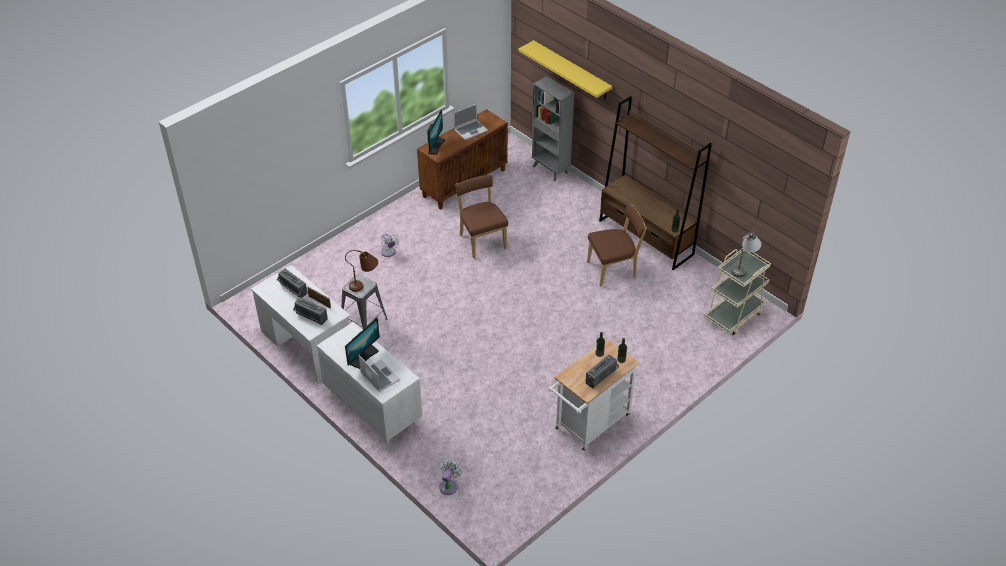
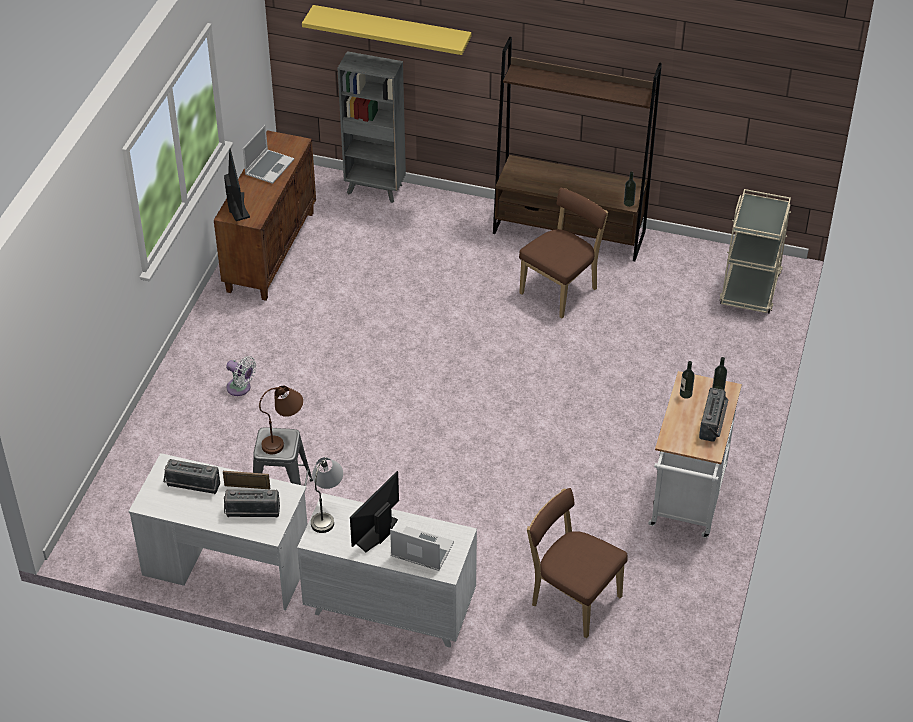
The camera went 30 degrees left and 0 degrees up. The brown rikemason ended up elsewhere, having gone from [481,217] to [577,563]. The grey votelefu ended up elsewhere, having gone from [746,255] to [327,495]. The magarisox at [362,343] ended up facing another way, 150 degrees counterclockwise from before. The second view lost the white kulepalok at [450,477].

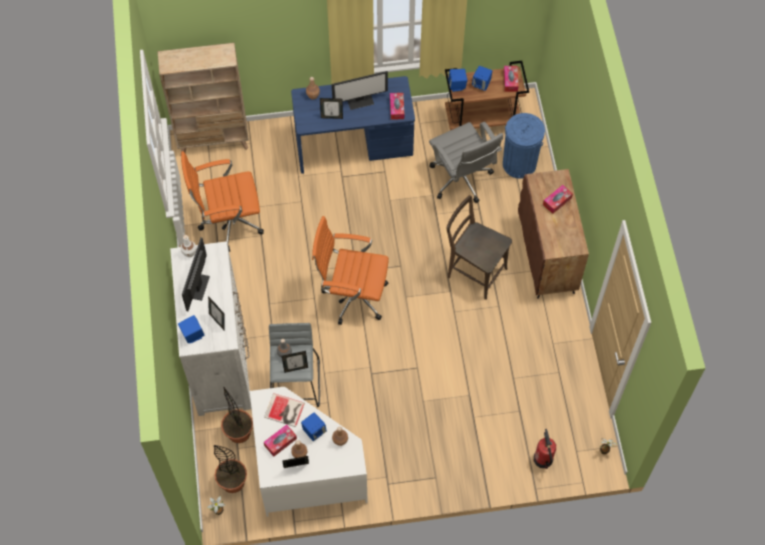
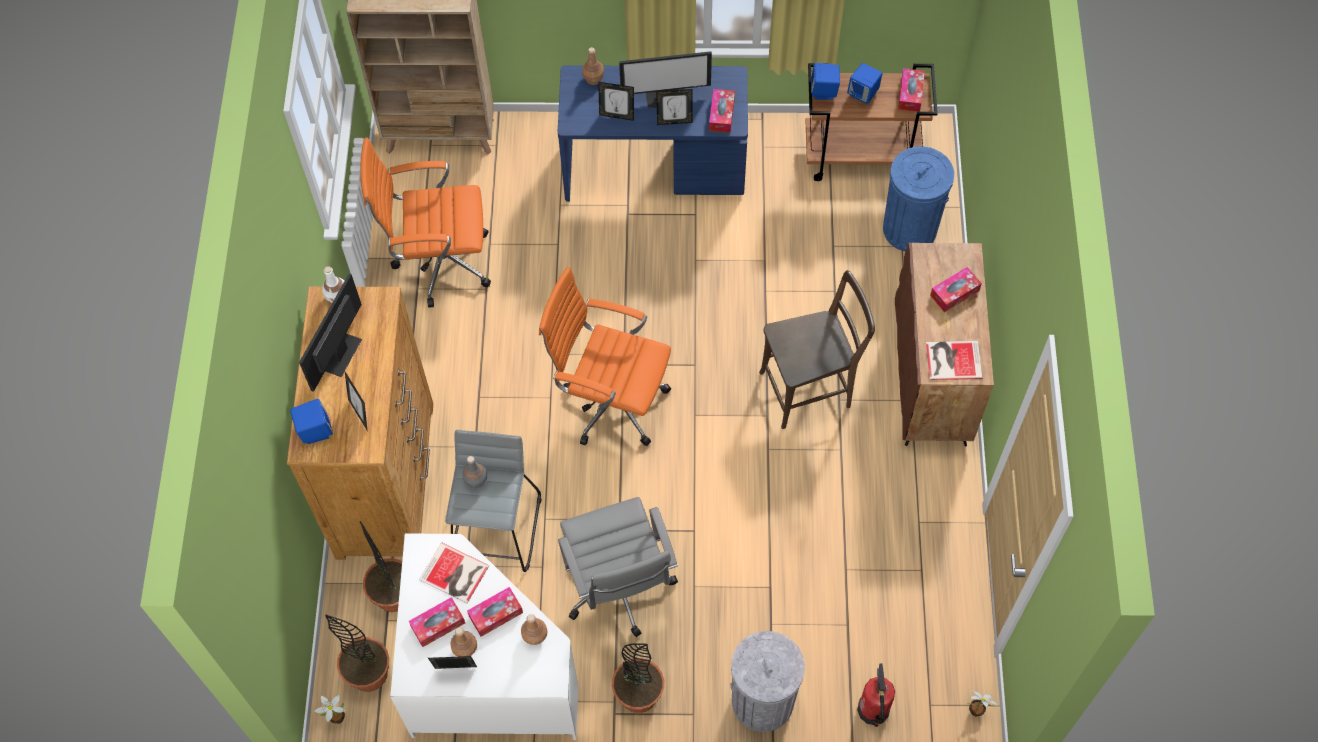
The camera went 10 degrees right and 0 degrees up. The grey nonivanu ended up elsewhere, having gone from [466,162] to [618,567]. The brown rikemason at [479,247] ended up facing another way, 120 degrees clockwise from before. What was the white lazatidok at [211,328] turned into the brown lazatidok at [360,423]. The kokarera ended up elsewhere, having gone from [295,362] to [674,107]. Where the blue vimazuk stood at [314,427], the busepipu came to stand at [495,612]. The second view gained the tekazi at [954,360]. The second view gained the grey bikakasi at [767,681]. The second view gained the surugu at [638,678].

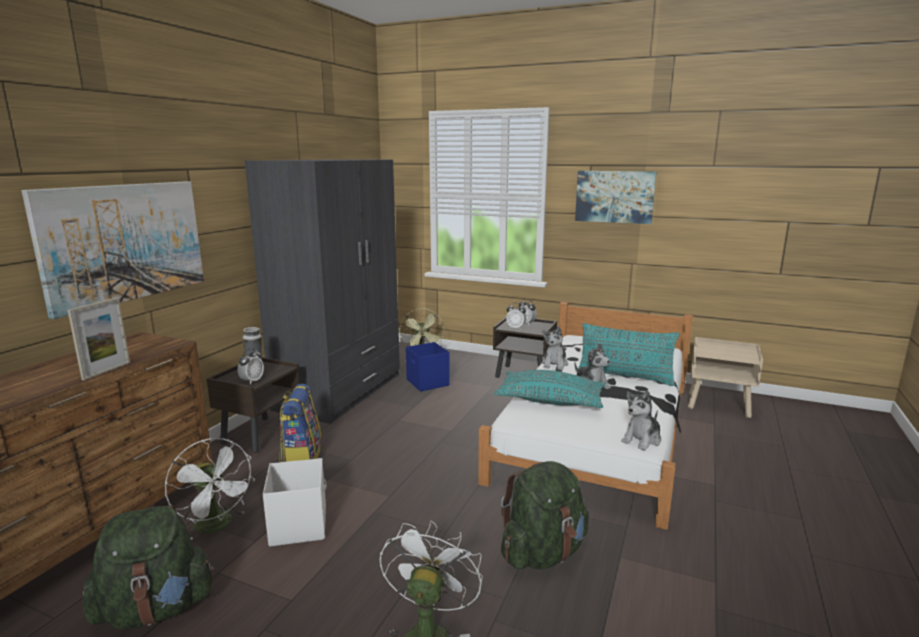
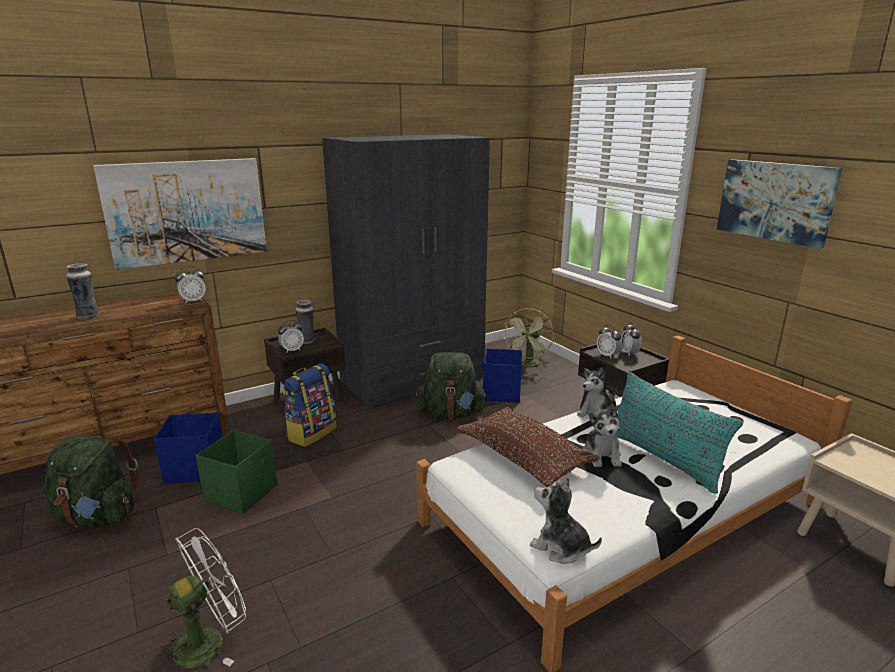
The camera went 35 degrees right and 5 degrees up. The second view lost the kokarera at [99,339]. What was the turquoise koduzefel at [550,389] turned into the brown koduzefel at [528,447]. The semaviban at [641,420] ended up facing another way, 45 degrees clockwise from before. Where the white kulepalok stood at [210,489], the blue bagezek came to stand at [188,448]. What was the white bagezek at [294,502] turned into the green bagezek at [236,472]. The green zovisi ended up elsewhere, having gone from [545,515] to [451,385]. The second view gained the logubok at [82,291]. The second view gained the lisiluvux at [190,284].

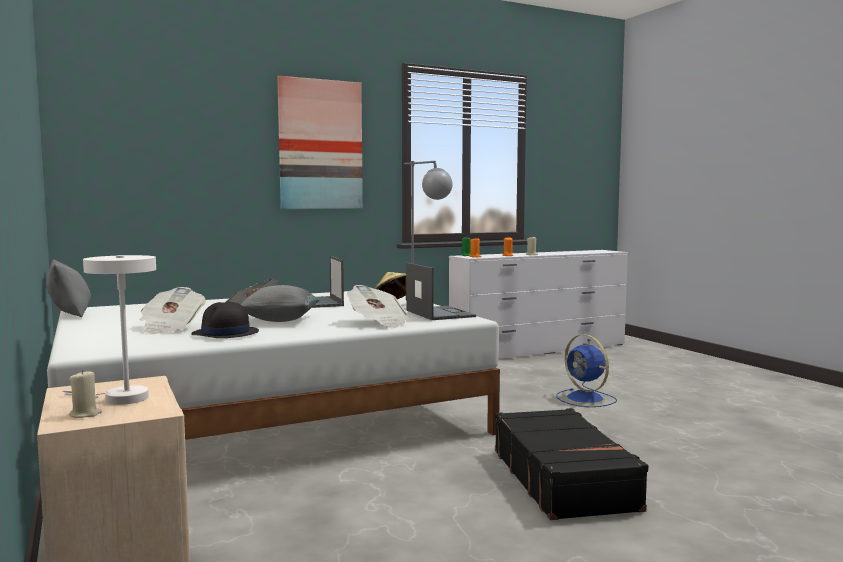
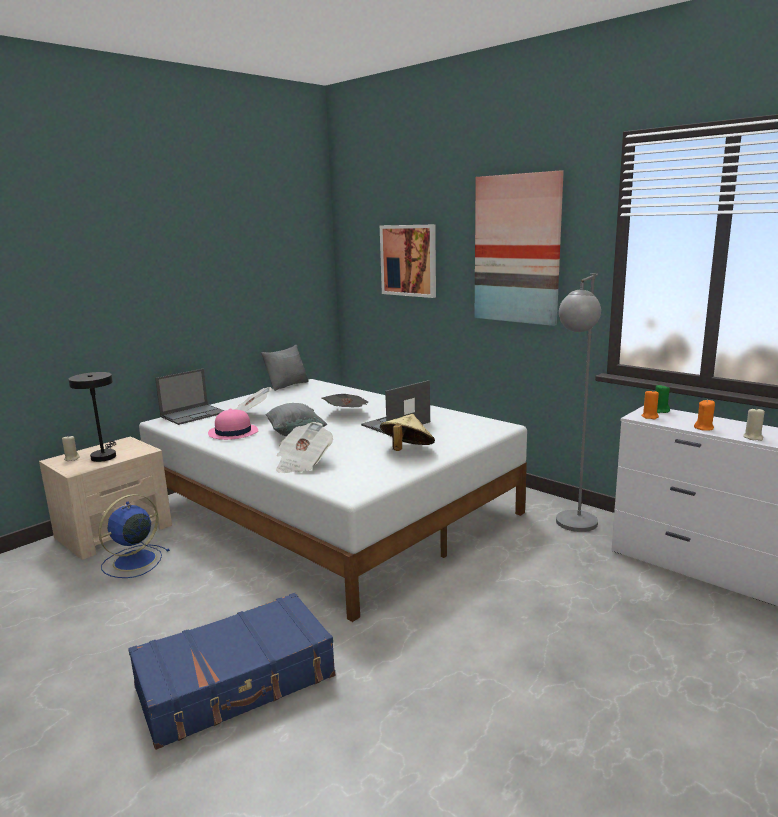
The camera went 70 degrees right and 10 degrees up. What was the white votelefu at [109,330] turned into the black votelefu at [92,417]. The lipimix ended up elsewhere, having gone from [441,291] to [189,397]. What was the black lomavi at [225,320] turned into the pink lomavi at [233,424]. The blue kulepalok ended up elsewhere, having gone from [586,370] to [134,536]. What was the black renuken at [572,464] turned into the blue renuken at [231,671]. The second view gained the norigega at [408,261].

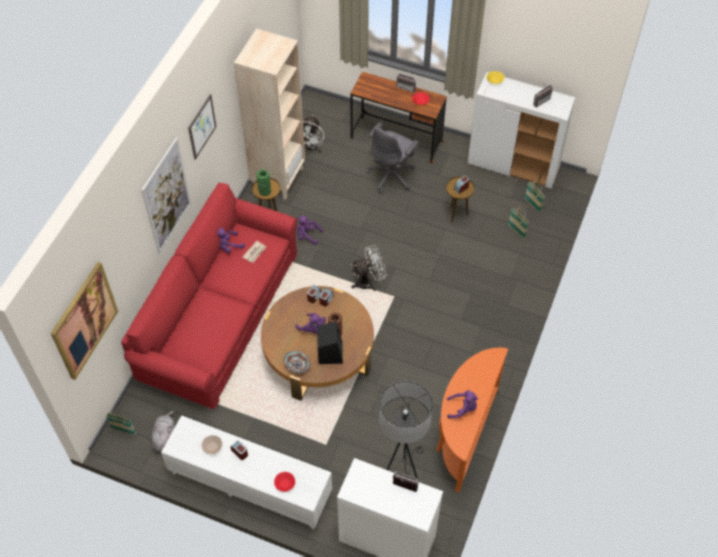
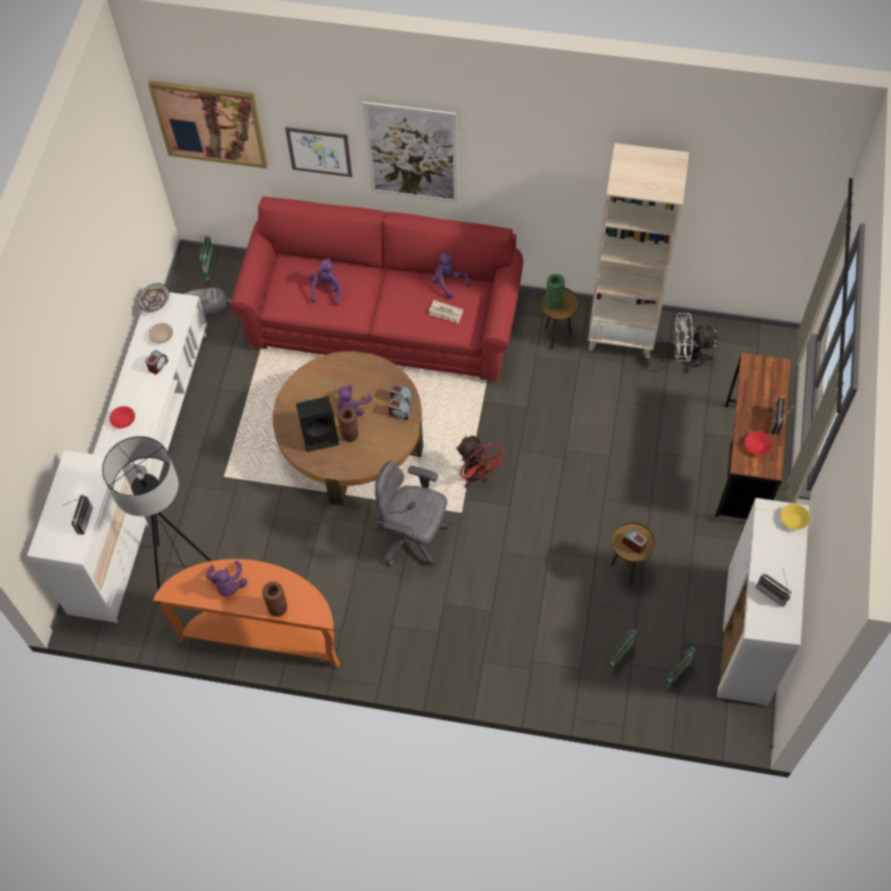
The camera went 80 degrees right and 5 degrees up. The norigega ended up elsewhere, having gone from [202,127] to [318,152]. The grey nonivanu ended up elsewhere, having gone from [393,157] to [411,513]. The purple semaviban ended up elsewhere, having gone from [310,230] to [325,281]. What was the white kulepalok at [369,268] turned into the red kulepalok at [481,462]. The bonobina ended up elsewhere, having gone from [297,362] to [153,297]. The second view gained the brown logubok at [274,599].

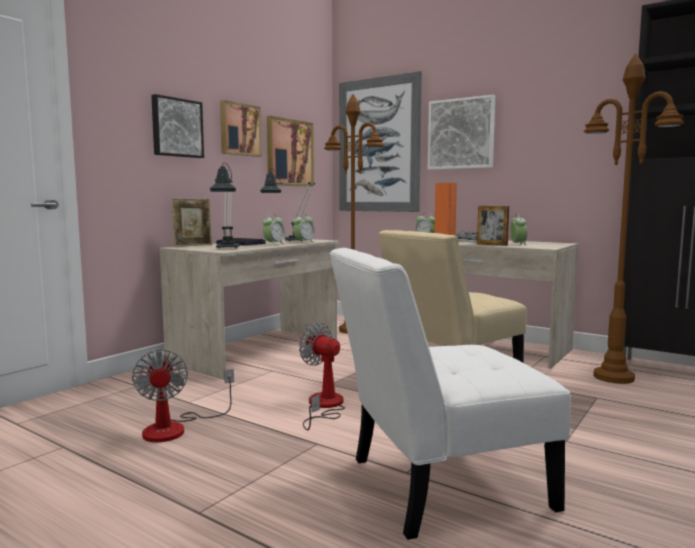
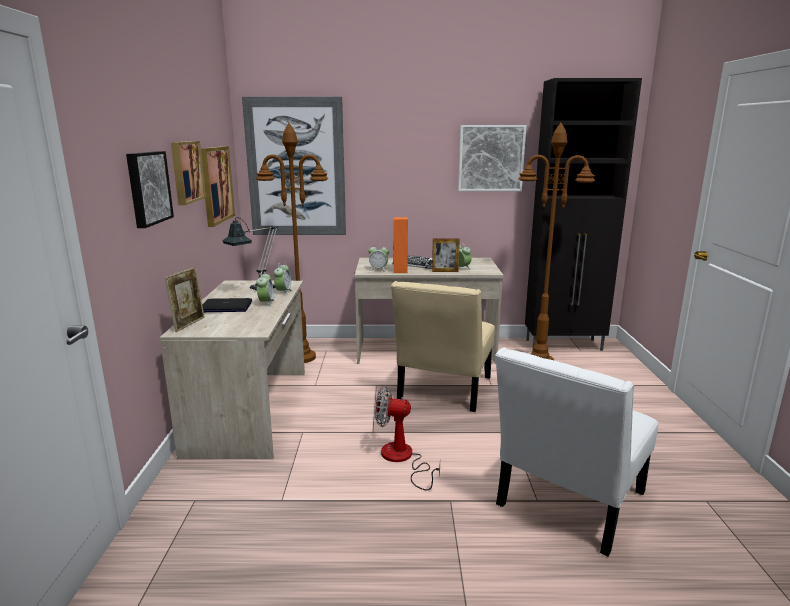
The camera went 35 degrees left and 10 degrees up. The norigega ended up elsewhere, having gone from [461,132] to [492,158]. The second view lost the votelefu at [225,205]. The second view lost the kulepalok at [183,396].

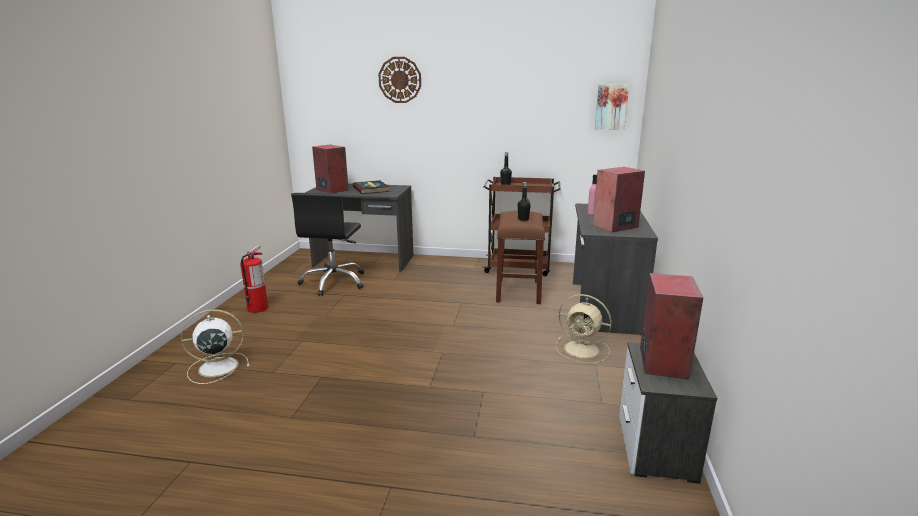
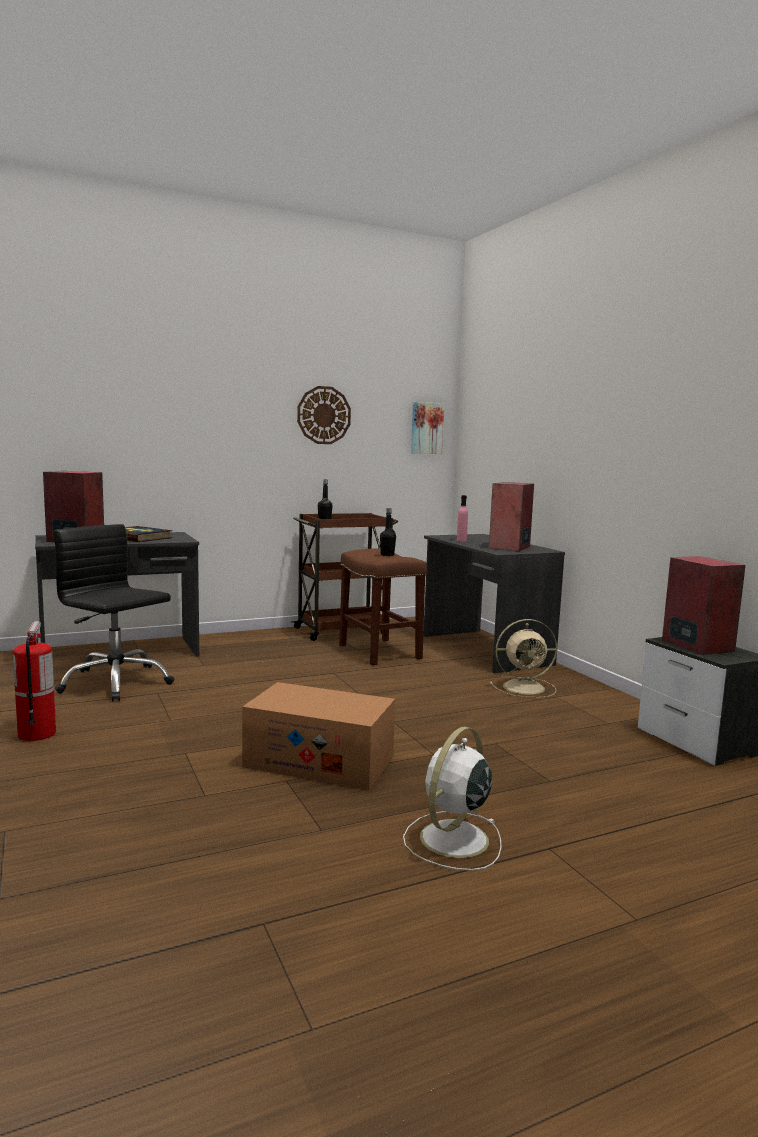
The camera went 35 degrees left and 10 degrees down. The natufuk ended up elsewhere, having gone from [399,80] to [324,415]. The black nonivanu at [327,244] ended up facing another way, 150 degrees clockwise from before. The white kulepalok ended up elsewhere, having gone from [215,346] to [452,799]. The second view gained the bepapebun at [318,736].

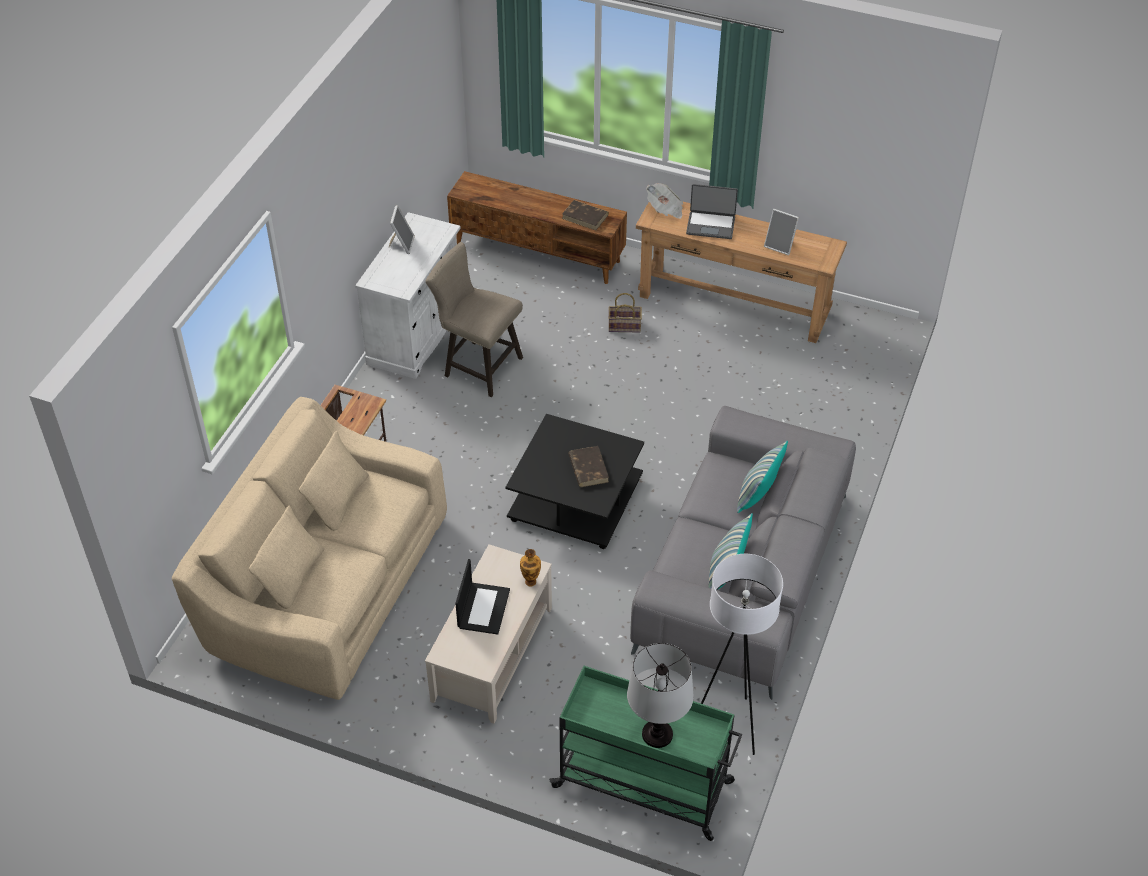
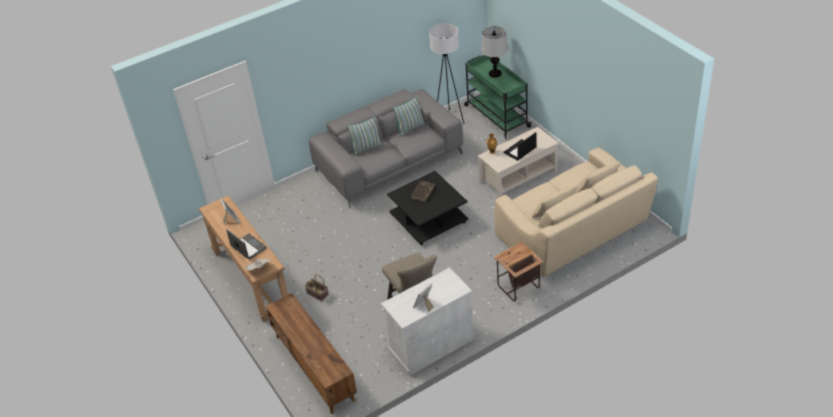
The camera went 140 degrees left and 5 degrees down. The second view lost the brown tekazi at [585,215].

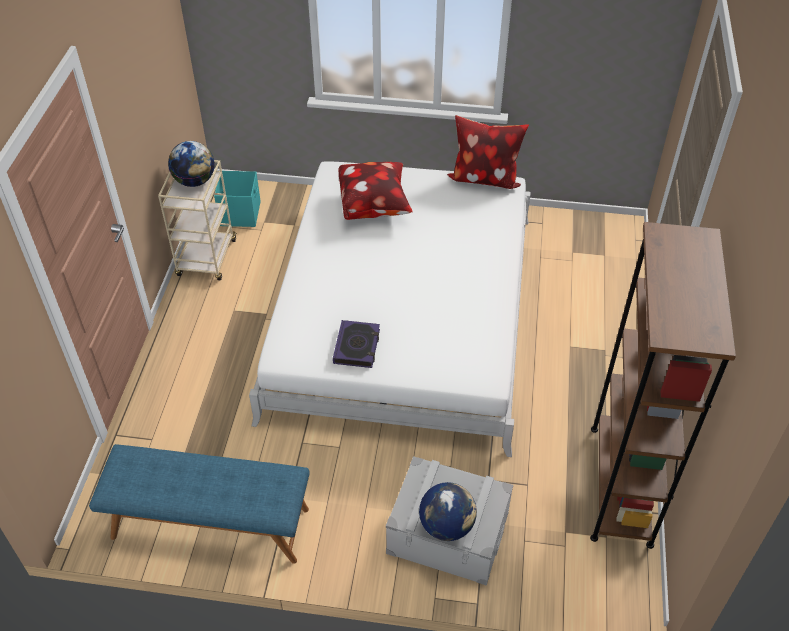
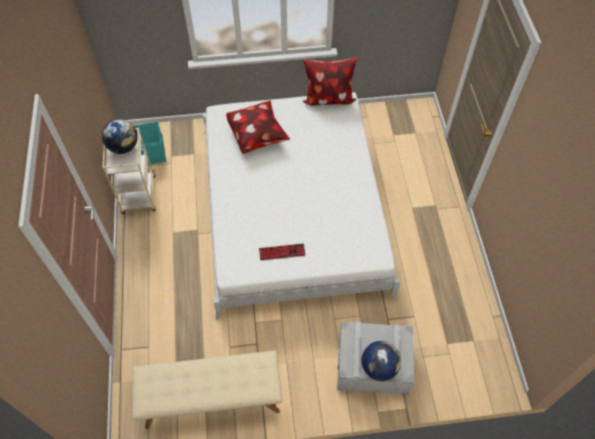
The camera went 15 degrees left and 10 degrees up. The second view lost the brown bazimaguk at [663,385]. Where the tekazi stood at [356,344], the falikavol came to stand at [282,251]. What was the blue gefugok at [199,504] turned into the beige gefugok at [207,390].

